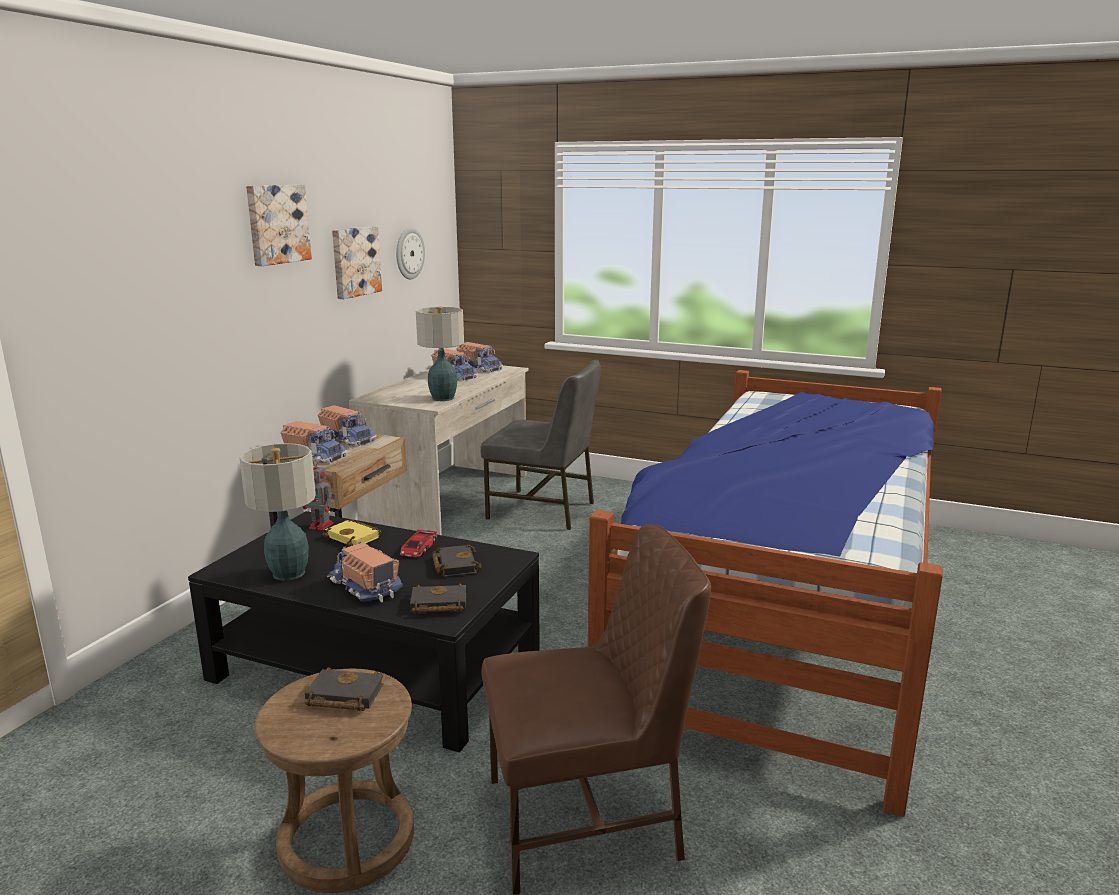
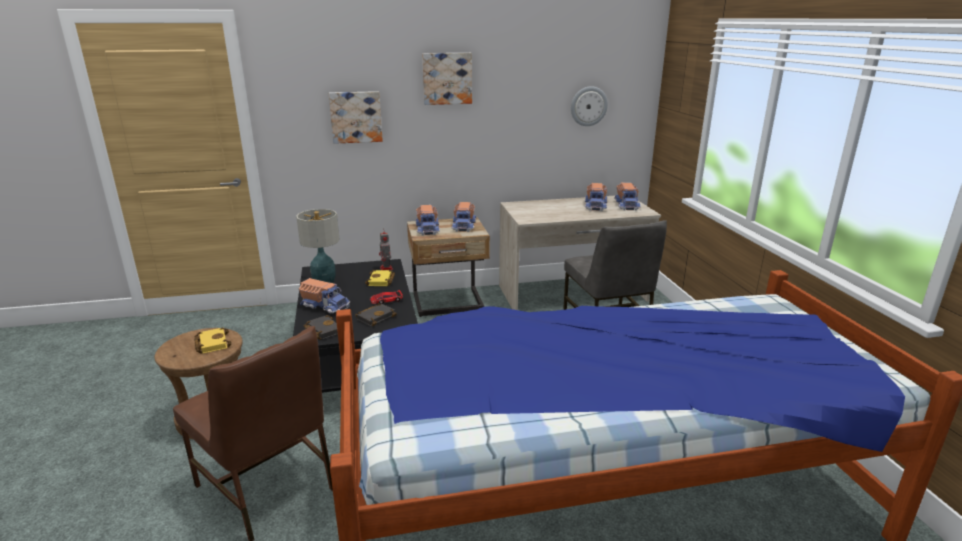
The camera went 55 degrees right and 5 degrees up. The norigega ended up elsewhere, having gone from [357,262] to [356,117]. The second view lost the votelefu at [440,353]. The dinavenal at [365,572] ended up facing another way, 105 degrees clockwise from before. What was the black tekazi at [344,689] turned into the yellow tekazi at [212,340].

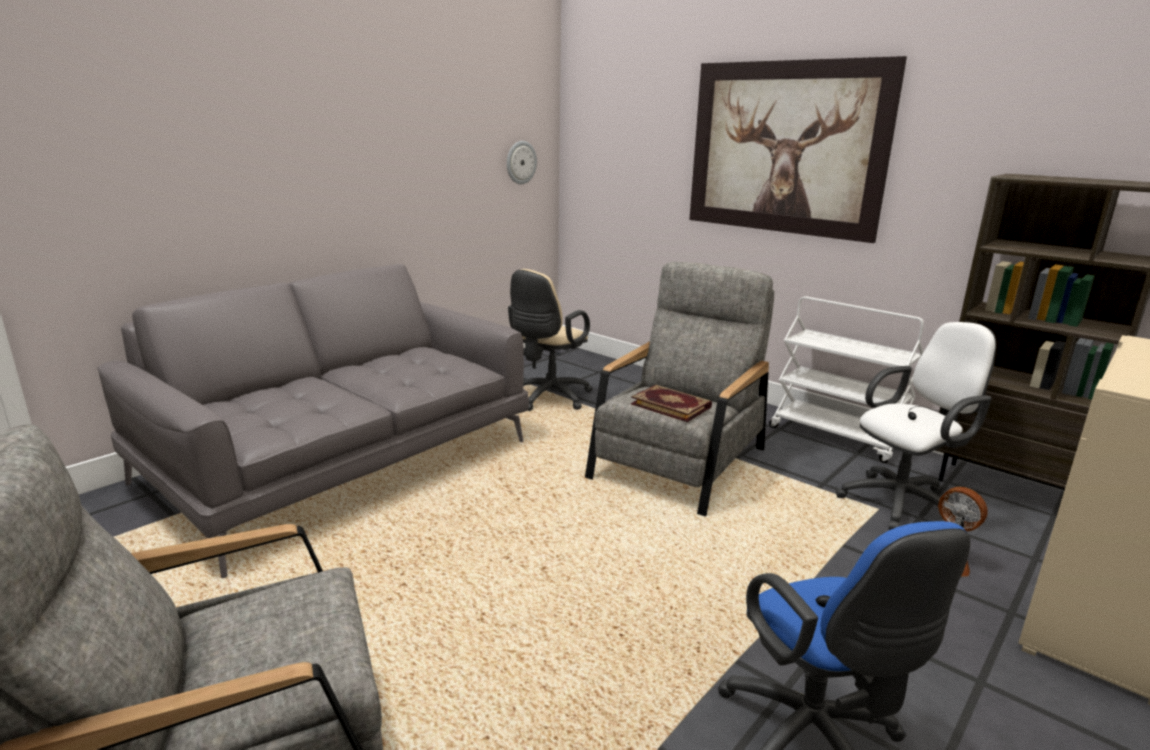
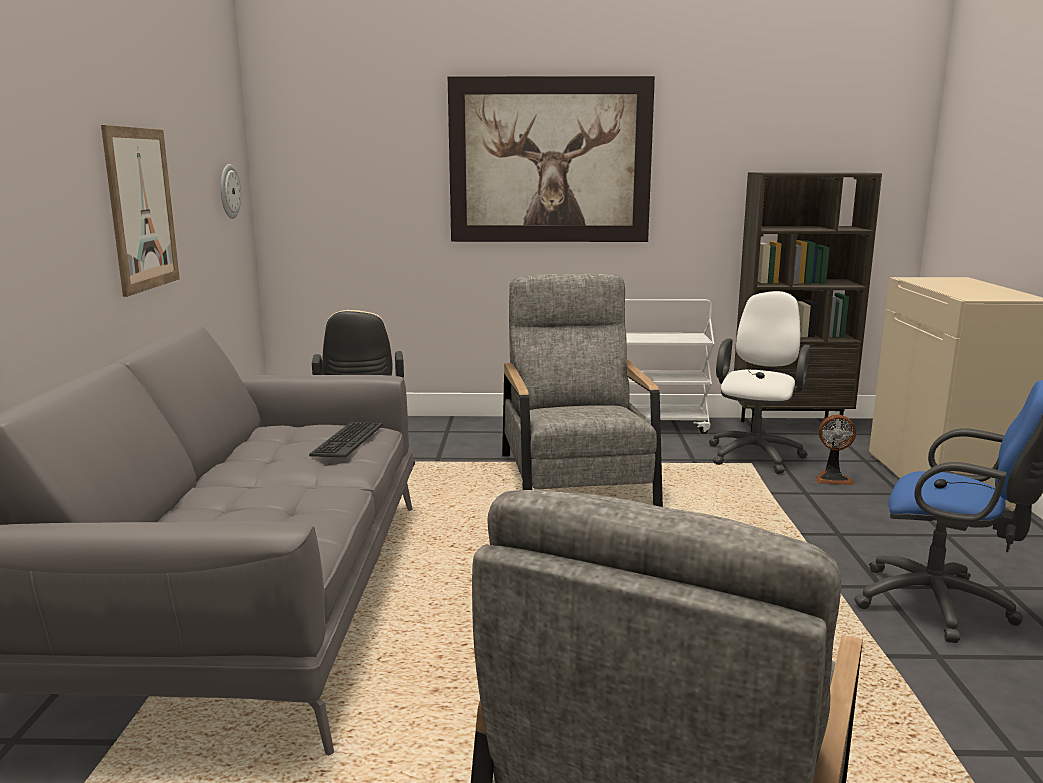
The camera went 40 degrees left and 5 degrees down. The second view lost the tekazi at [671,403]. The second view gained the norigega at [140,211]. The second view gained the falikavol at [346,440].

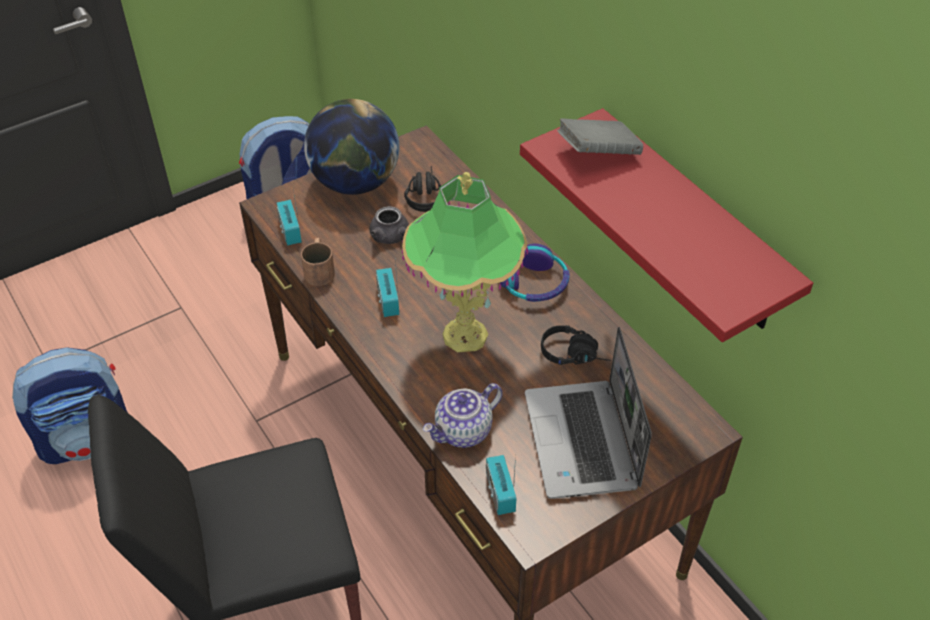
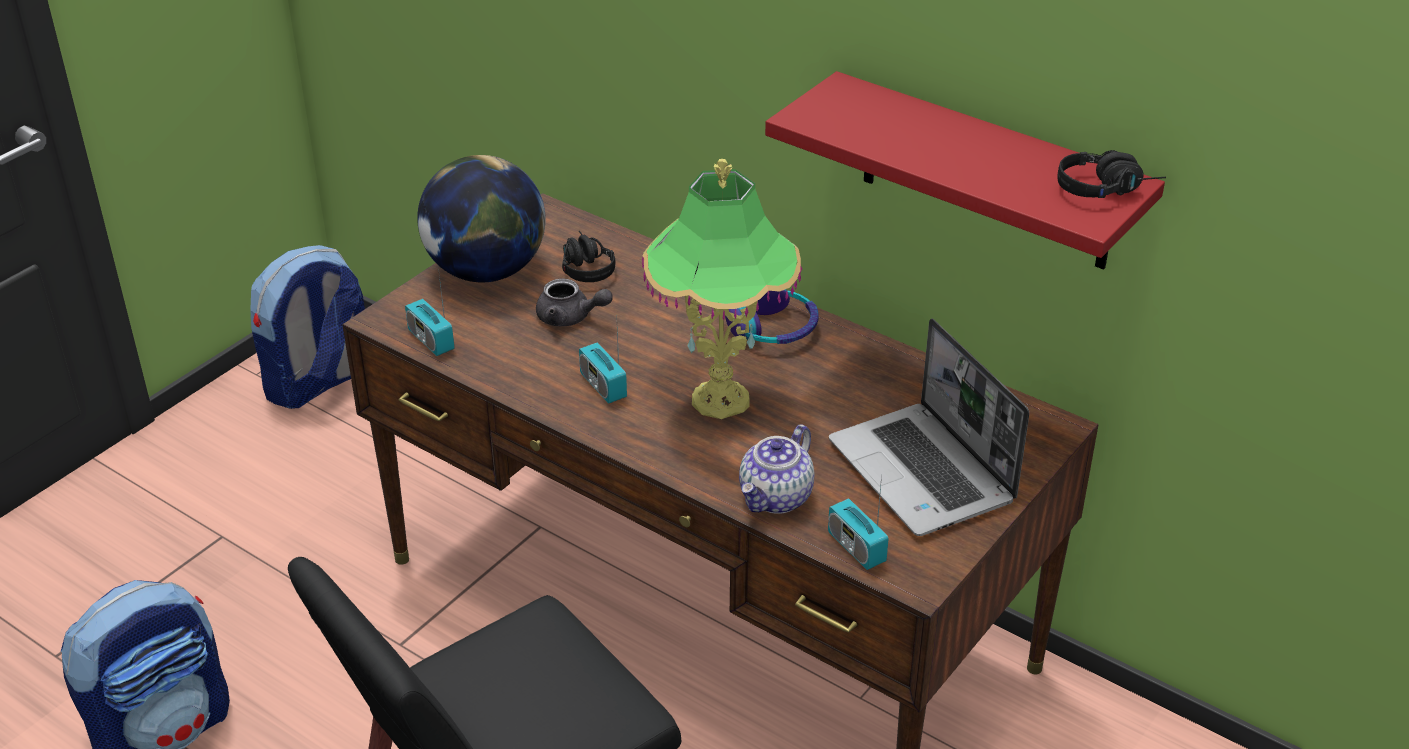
The camera went 20 degrees left and 10 degrees down. The second view lost the grey tekazi at [600,136]. The second view lost the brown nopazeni at [318,261]. The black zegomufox ended up elsewhere, having gone from [576,345] to [1112,174].

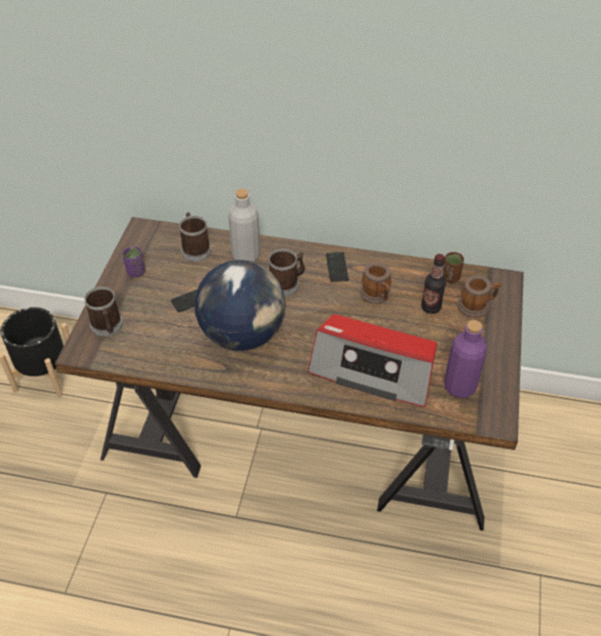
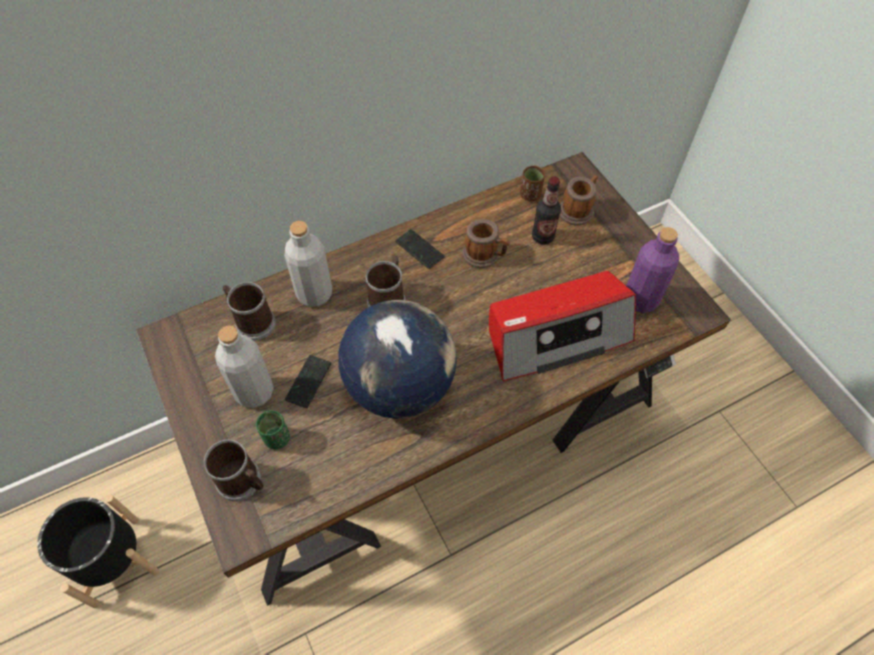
The camera went 40 degrees left and 10 degrees up. The second view lost the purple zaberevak at [134,261]. The second view gained the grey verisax at [244,366]. The second view gained the green zaberevak at [273,430].

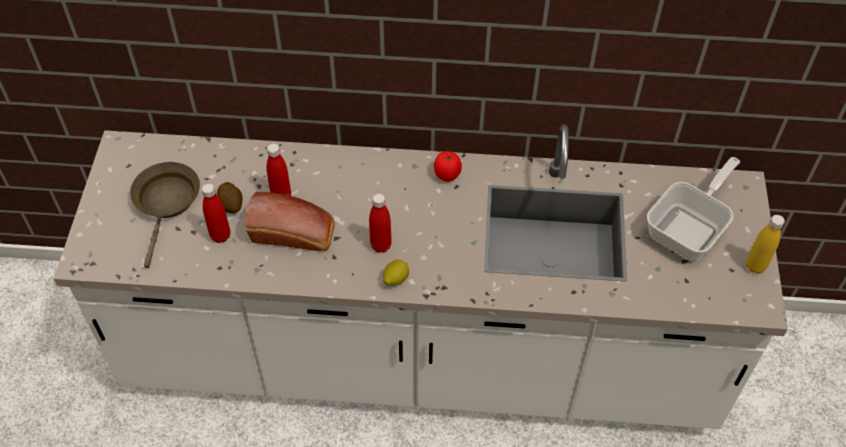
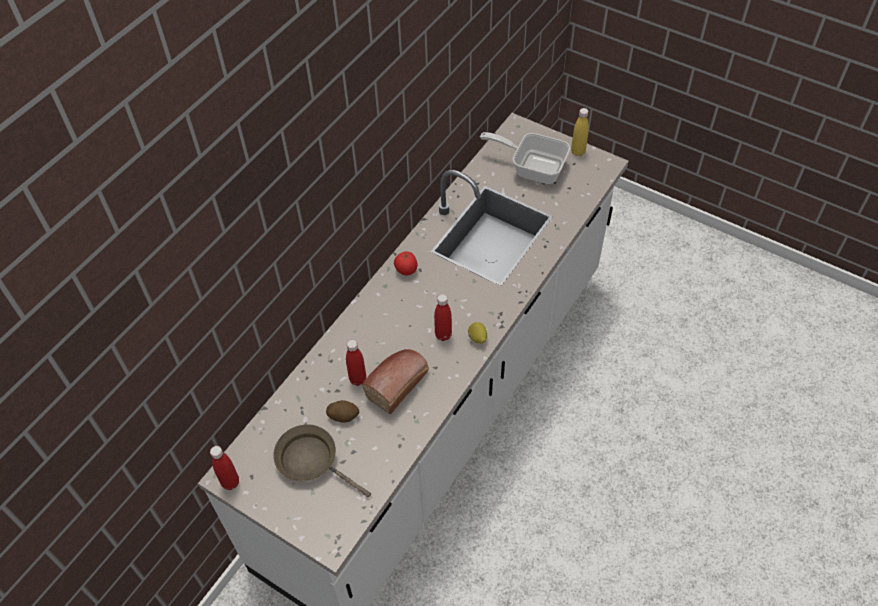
The camera went 60 degrees left and 0 degrees up. The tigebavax at [693,209] ended up facing another way, 45 degrees counterclockwise from before. The red verisax ended up elsewhere, having gone from [215,213] to [224,468].

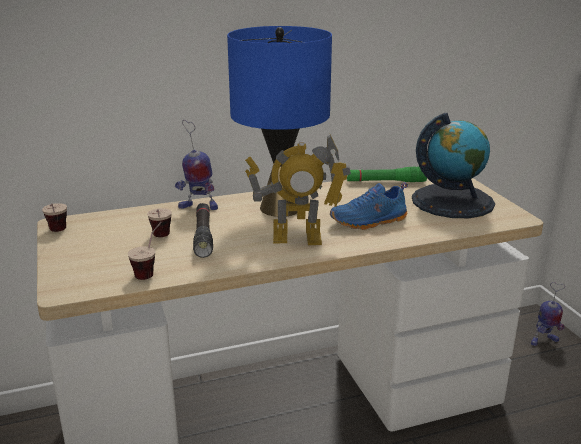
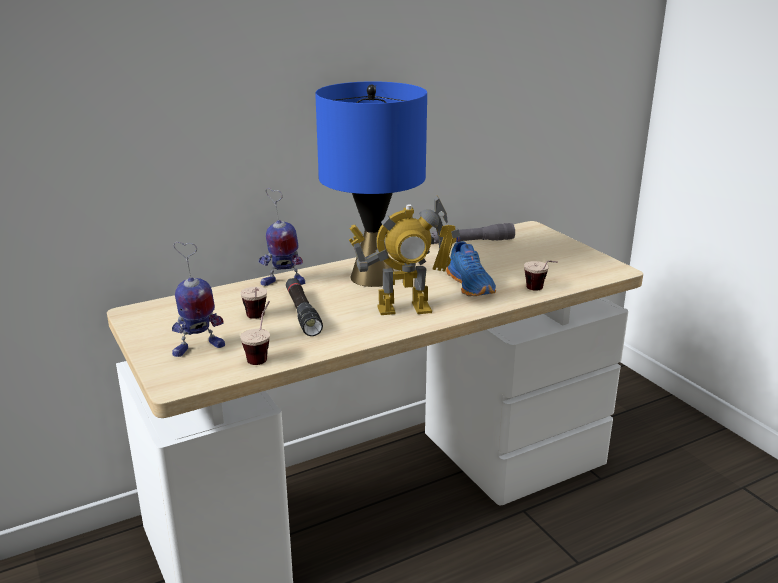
The camera went 10 degrees left and 0 degrees up. The second view lost the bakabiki at [453,165]. What was the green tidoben at [387,174] turned into the grey tidoben at [473,233]. The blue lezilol at [369,206] ended up facing another way, 75 degrees counterclockwise from before. The zaberevak ended up elsewhere, having gone from [54,217] to [541,275]. The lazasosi ended up elsewhere, having gone from [548,314] to [198,299].

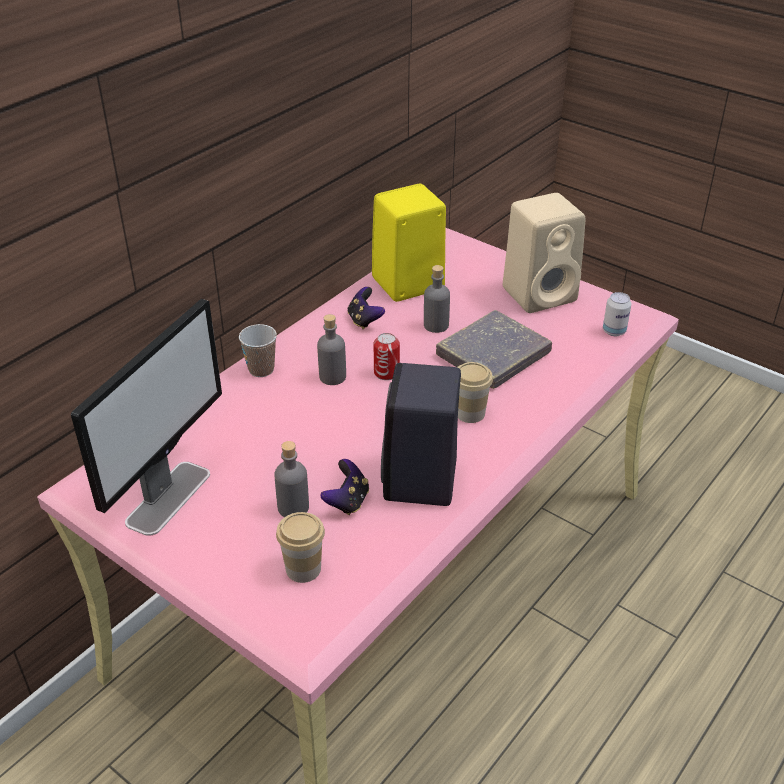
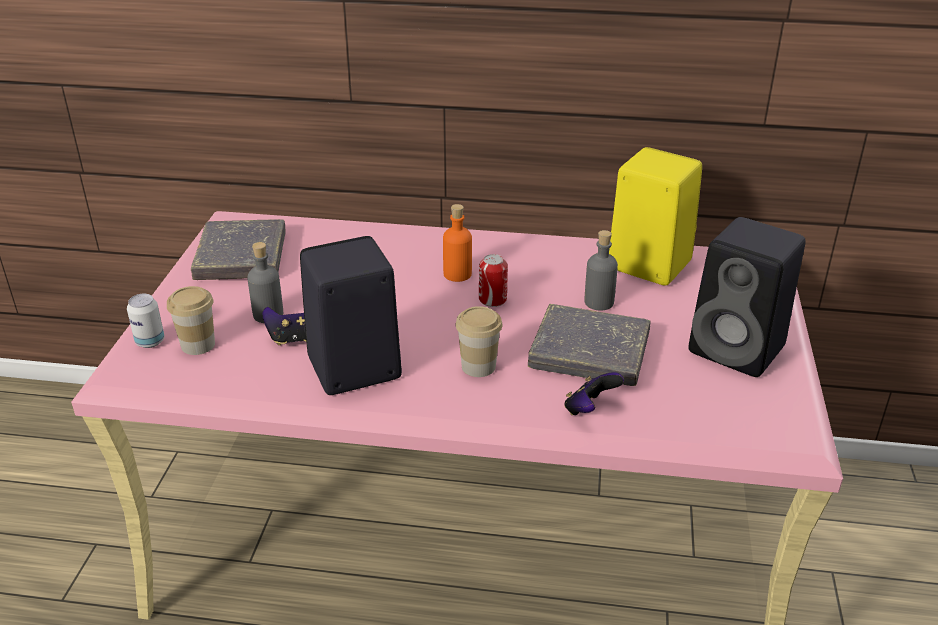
The camera went 60 degrees right and 5 degrees down. What was the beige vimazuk at [544,253] turned into the black vimazuk at [747,297]. The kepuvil ended up elsewhere, having gone from [366,308] to [594,393]. The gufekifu ended up elsewhere, having gone from [617,314] to [146,321]. Where the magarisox stood at [146,417], the grey tekazi came to stand at [238,249]. What was the grey verisax at [331,349] turned into the orange verisax at [457,243]. The second view lost the zaberevak at [258,350].

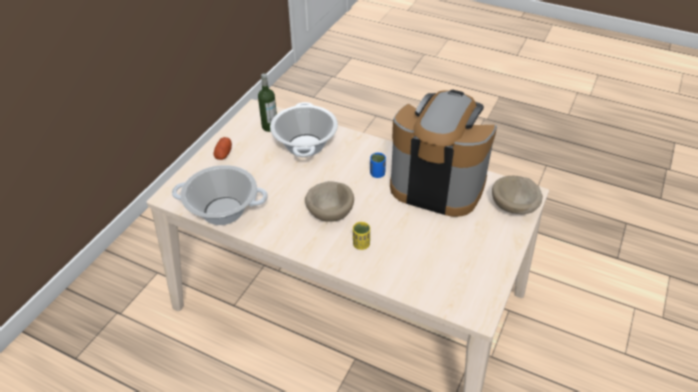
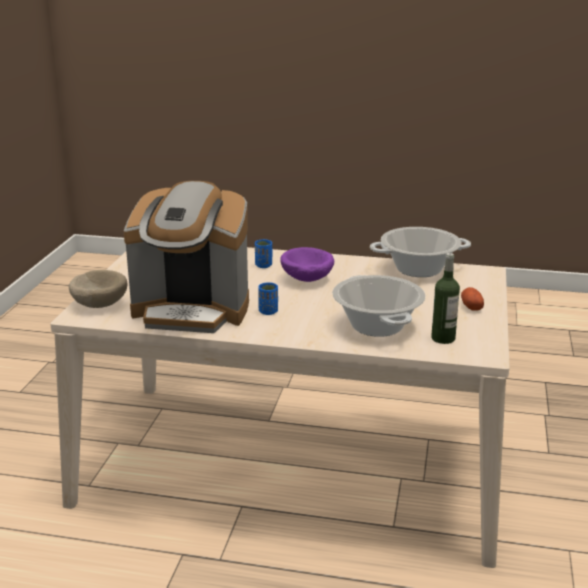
The camera went 165 degrees right and 20 degrees down. What was the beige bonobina at [329,201] turned into the purple bonobina at [307,264]. What was the yellow zaberevak at [361,236] turned into the blue zaberevak at [263,253].

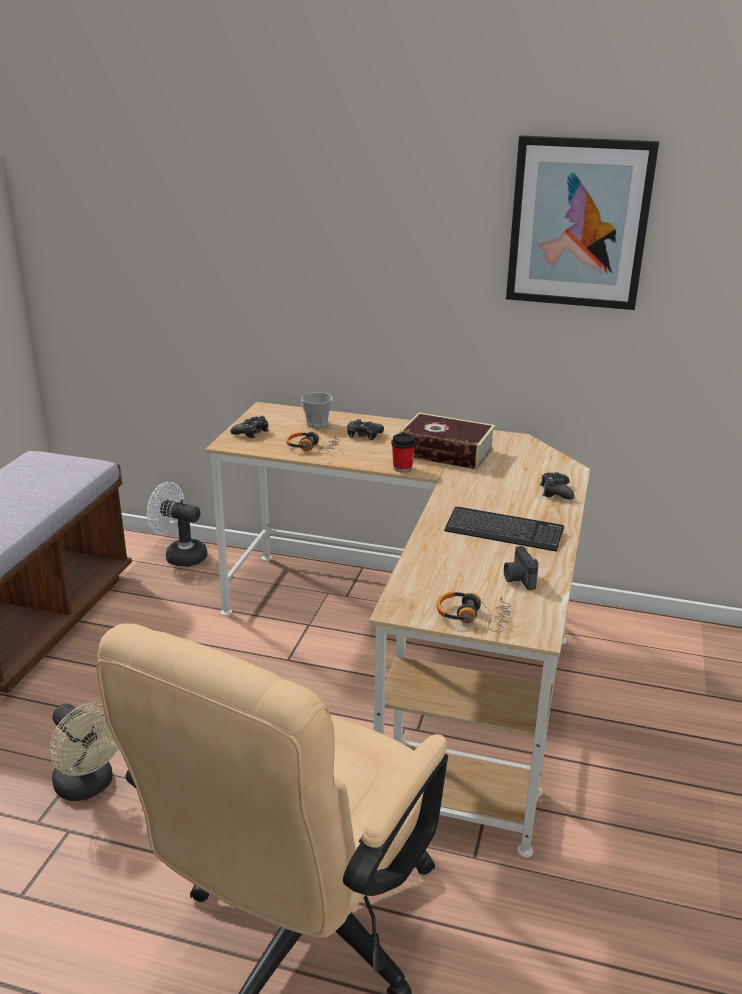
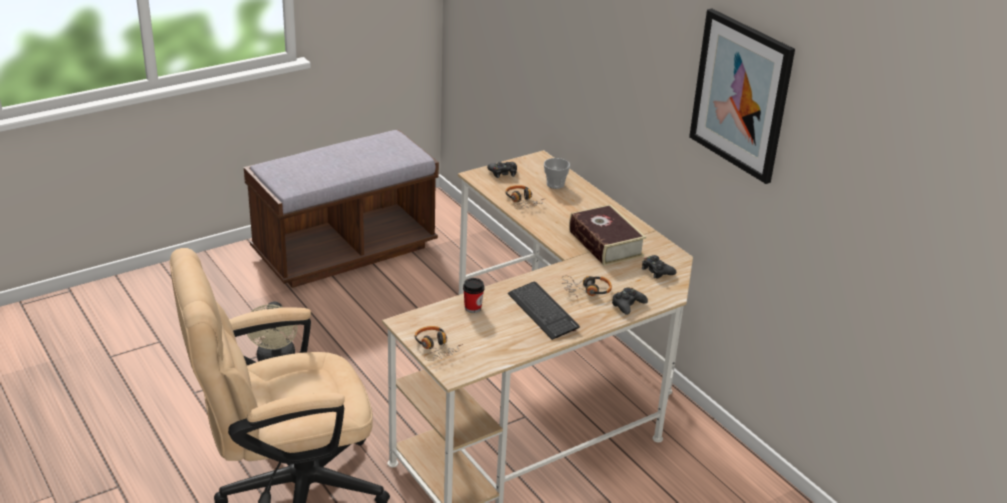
The camera went 40 degrees right and 5 degrees up. The black kepuvil ended up elsewhere, having gone from [365,429] to [659,266]. The zaberevak ended up elsewhere, having gone from [403,453] to [474,295]. The second view lost the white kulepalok at [177,524]. The second view lost the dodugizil at [521,568]. The second view gained the zegomufox at [586,287].

